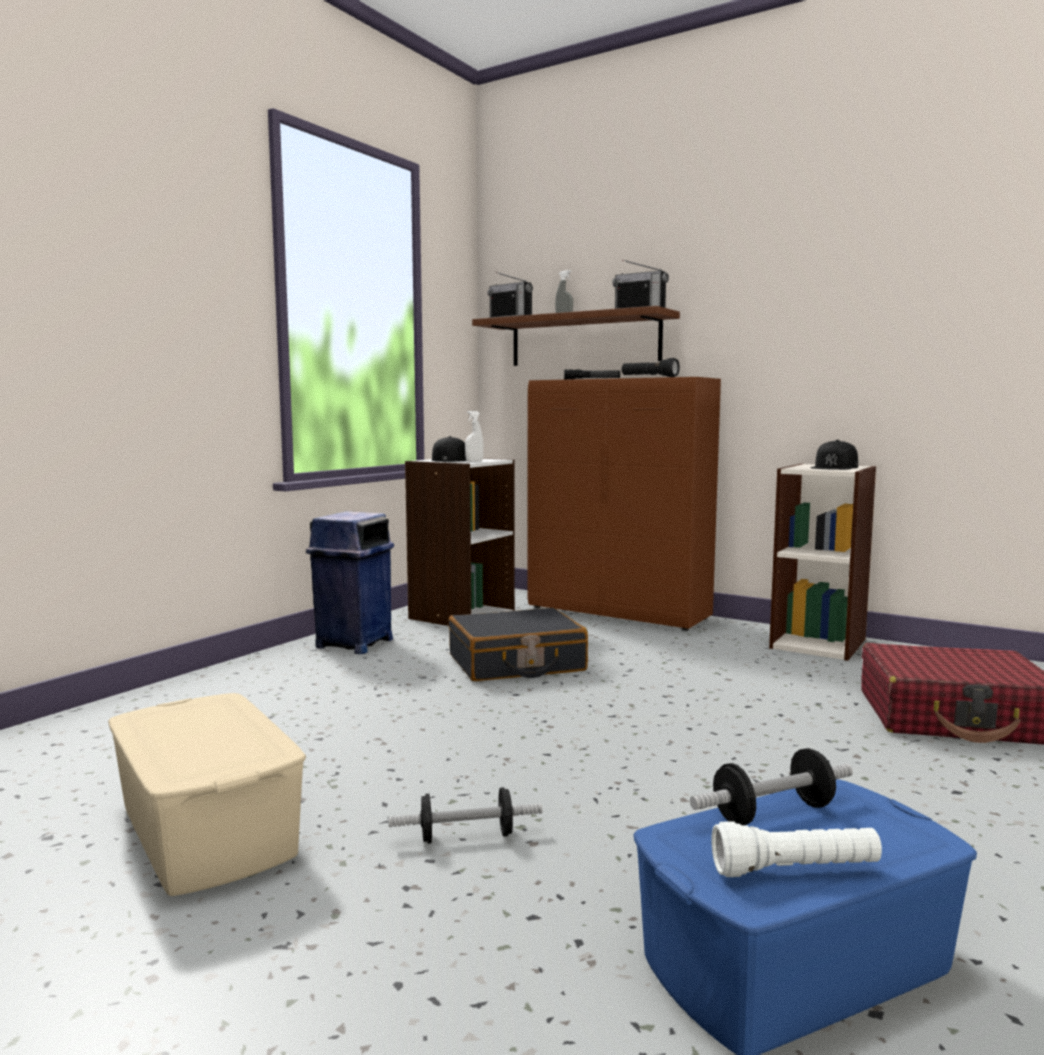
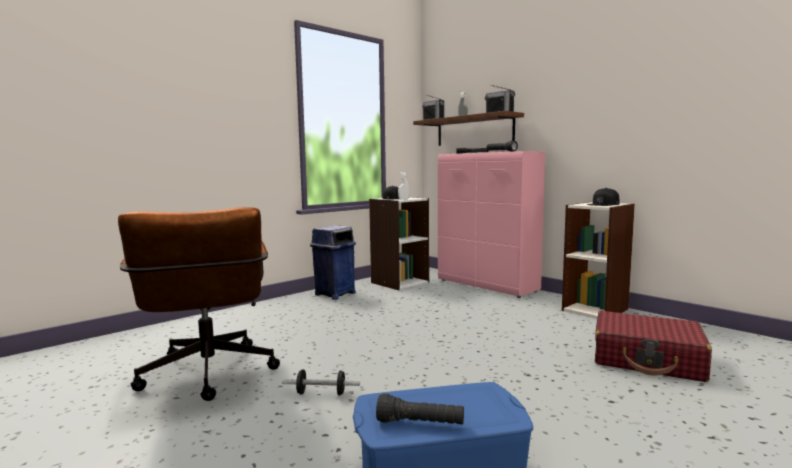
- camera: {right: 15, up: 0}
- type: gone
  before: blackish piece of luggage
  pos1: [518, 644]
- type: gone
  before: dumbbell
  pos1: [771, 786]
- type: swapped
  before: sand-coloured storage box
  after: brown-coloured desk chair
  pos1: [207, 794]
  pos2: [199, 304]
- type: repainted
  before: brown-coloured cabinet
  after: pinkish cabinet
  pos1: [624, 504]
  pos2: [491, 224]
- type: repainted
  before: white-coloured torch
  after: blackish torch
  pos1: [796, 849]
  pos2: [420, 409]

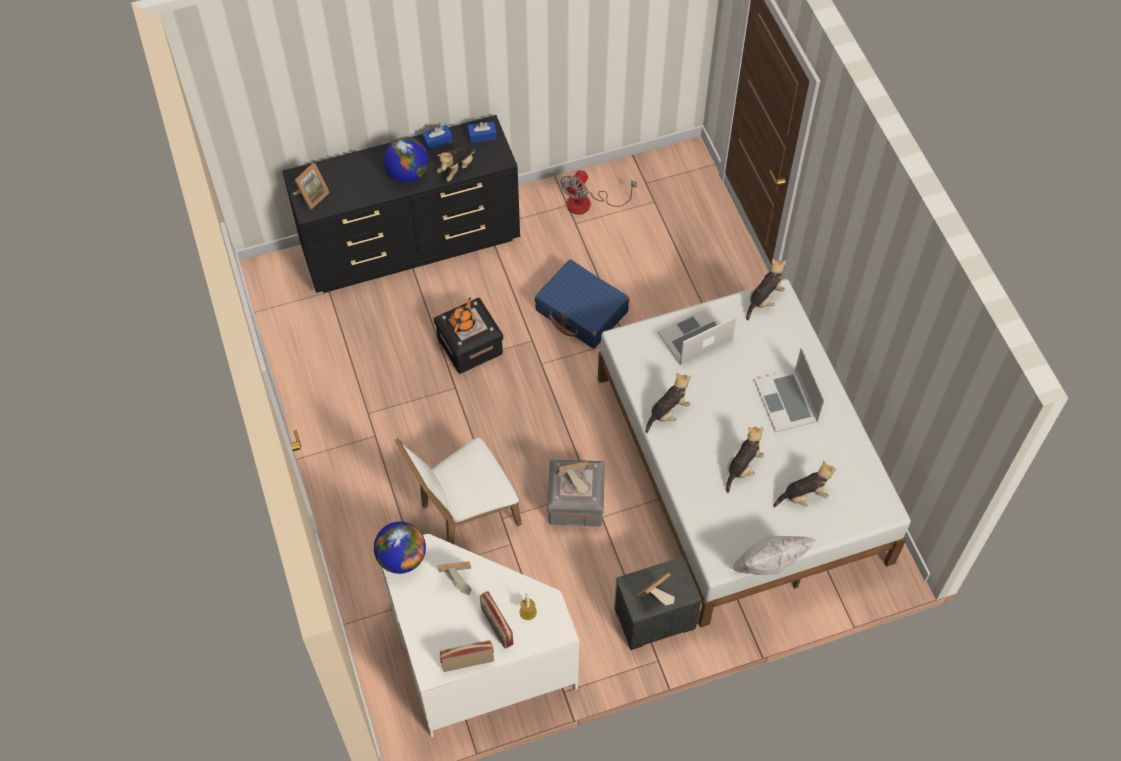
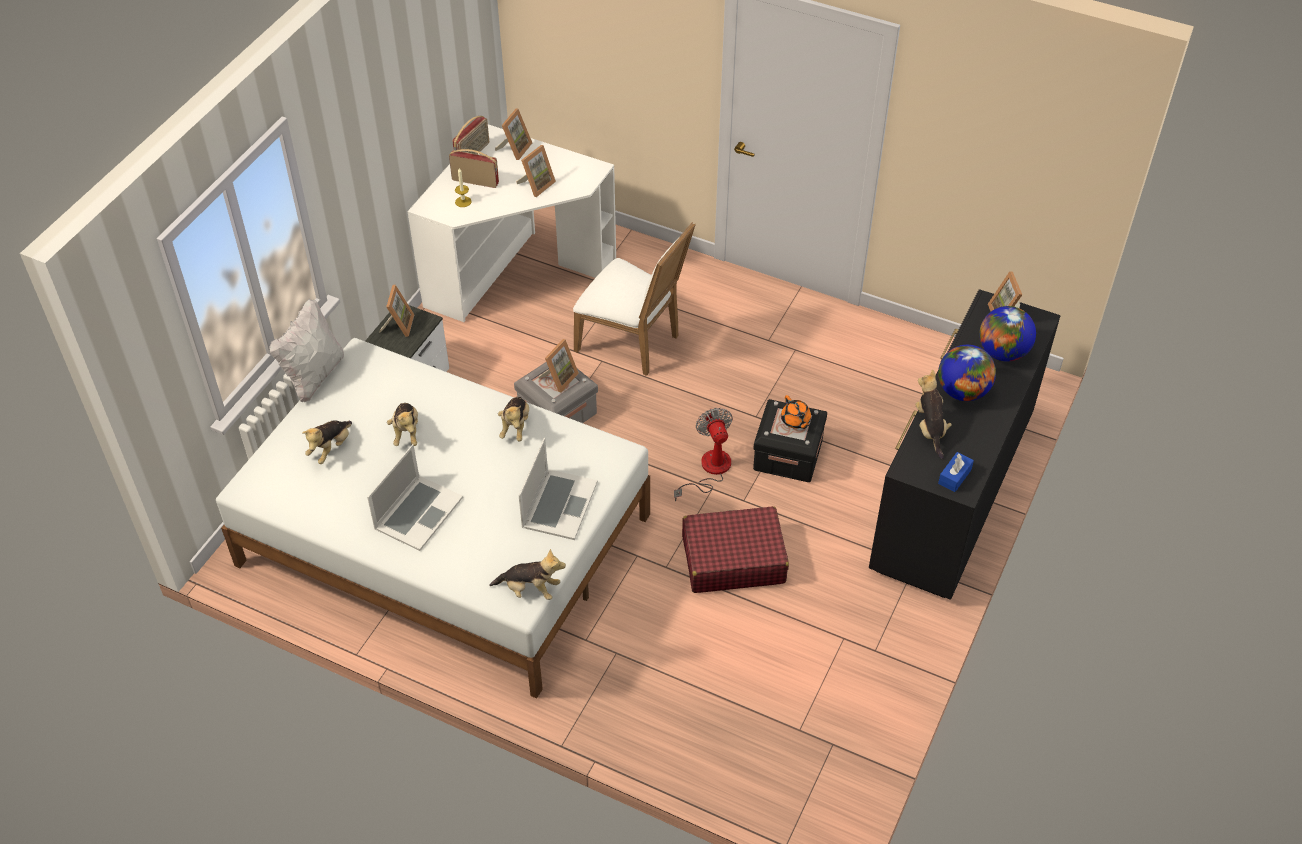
- camera: {right: 135, up: -10}
- type: gone
  before: blue-coloured tissue box
  pos1: [437, 137]
- type: new
  after: standing frame
  pos2: [513, 134]
- type: shifted
  before: globe
  pos1: [400, 548]
  pos2: [1007, 334]
- type: shifted
  before: fan
  pos1: [599, 192]
  pos2: [703, 454]
- type: repainted
  before: blue-coloured piece of luggage
  after: red-coloured piece of luggage
  pos1: [582, 304]
  pos2: [735, 549]
- type: rotated
  before: white-coloured chair
  pos1: [458, 490]
  pos2: [634, 299]
  turn: 105
- type: rotated
  before: soft toy
  pos1: [766, 289]
  pos2: [527, 574]
  turn: -75
- type: rotated
  before: notebook computer
  pos1: [789, 390]
  pos2: [415, 497]
  turn: 90

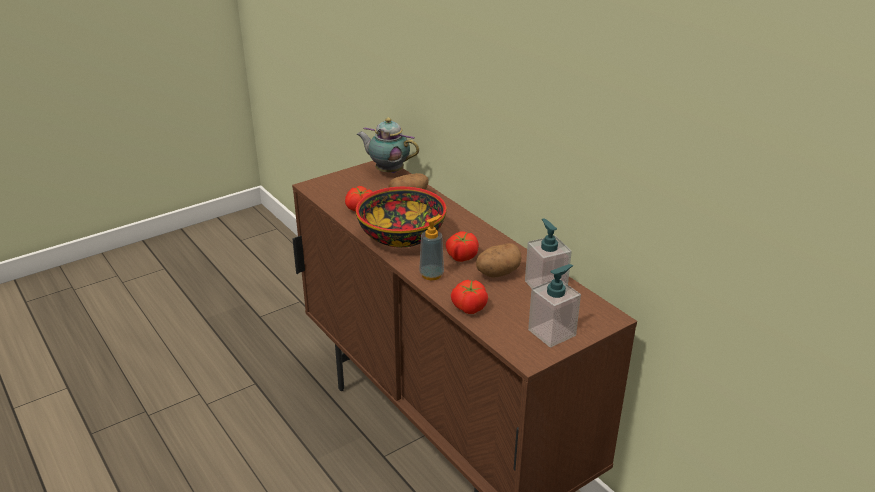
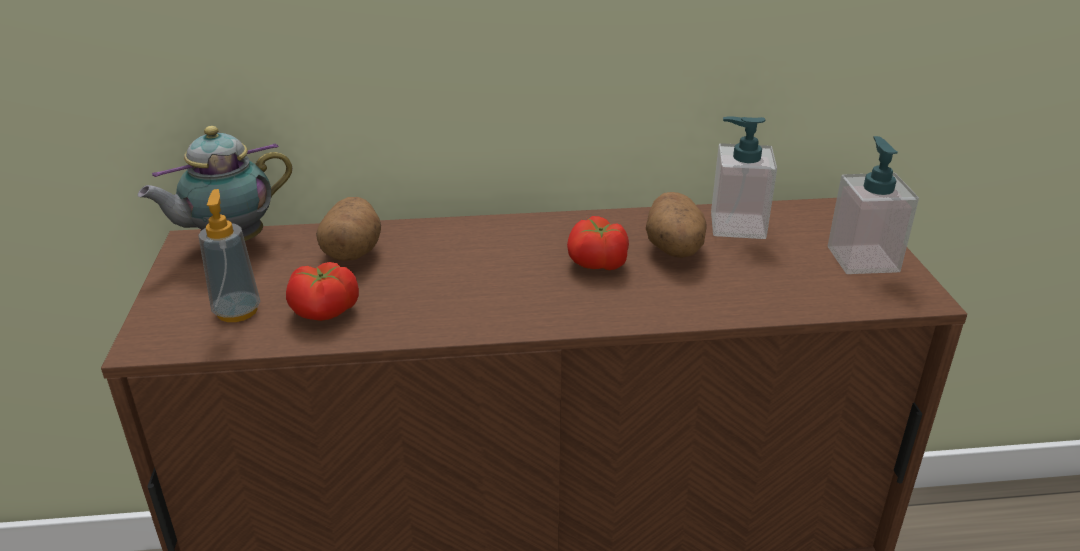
- camera: {right: -60, up: 0}
- type: gone
  before: serving bowl
  pos1: [401, 217]
- type: gone
  before: whole tomato
  pos1: [469, 297]
- type: shifted
  before: soap bottle
  pos1: [431, 247]
  pos2: [229, 255]

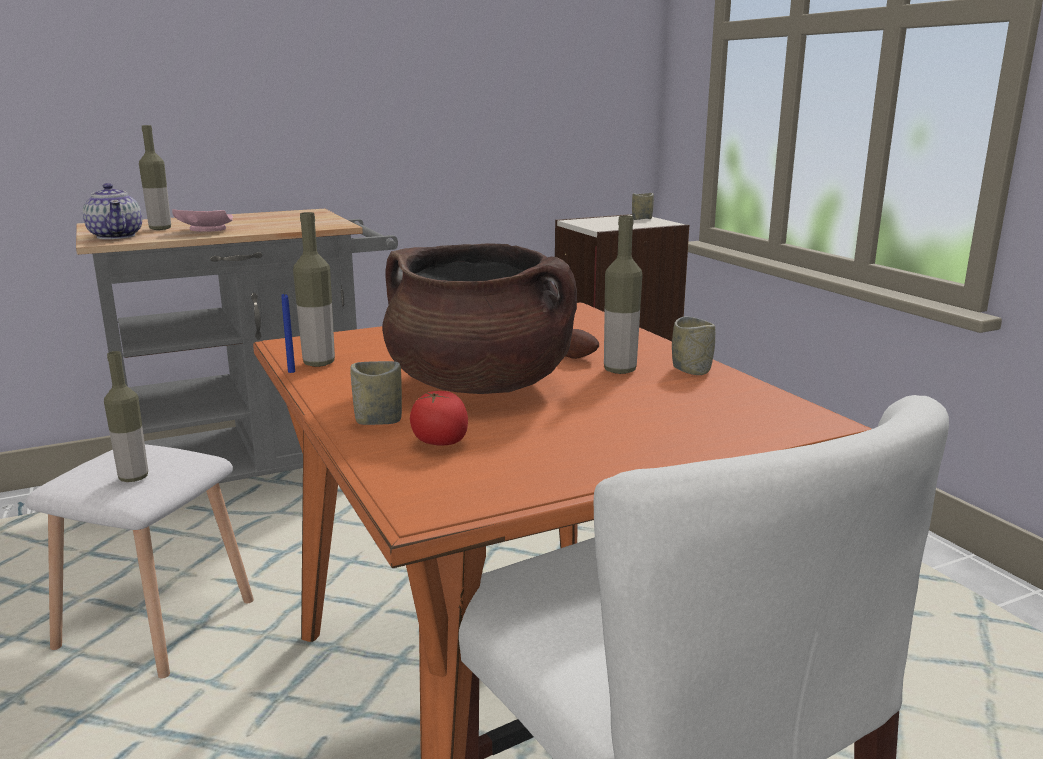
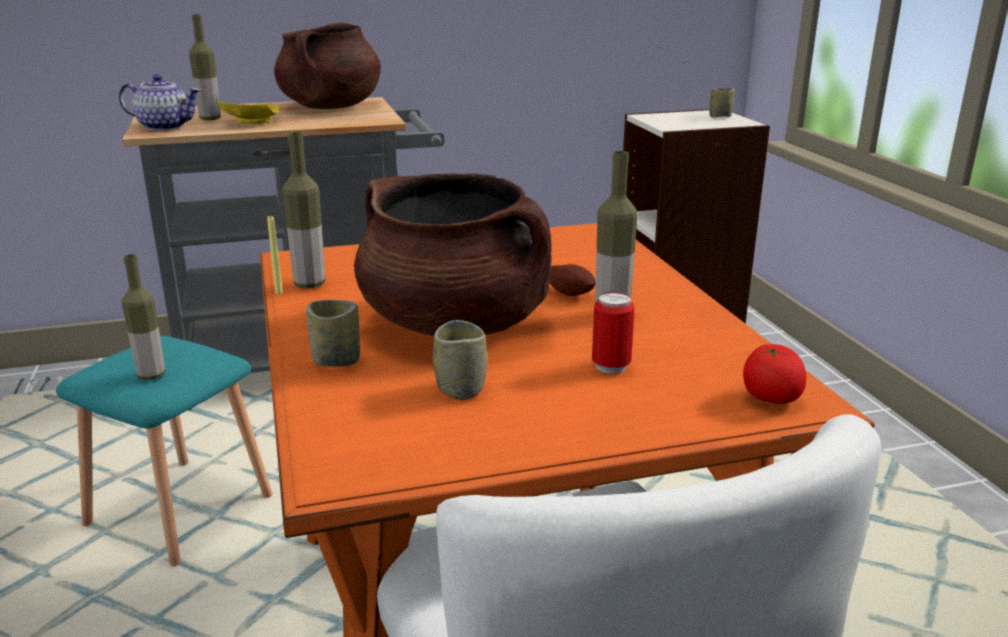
- camera: {right: 10, up: 5}
- type: new
  after: brown-coloured cooking pot
  pos2: [327, 65]
- type: new
  after: metal can
  pos2: [613, 333]
- type: shifted
  before: whole tomato
  pos1: [439, 418]
  pos2: [774, 374]
- type: shifted
  before: drinking cup
  pos1: [693, 346]
  pos2: [460, 360]
- type: repainted
  before: white-coloured stool seat
  after: turquoise stool seat
  pos1: [140, 561]
  pos2: [164, 451]
- type: repainted
  before: pinkish dinner plate
  after: yellow-coloured dinner plate
  pos1: [202, 220]
  pos2: [249, 112]
- type: repainted
  before: blue-coloured wax light
  after: yellow-coloured wax light
  pos1: [288, 333]
  pos2: [275, 254]
- type: rotated
  before: teapot
  pos1: [112, 211]
  pos2: [159, 102]
  turn: -60

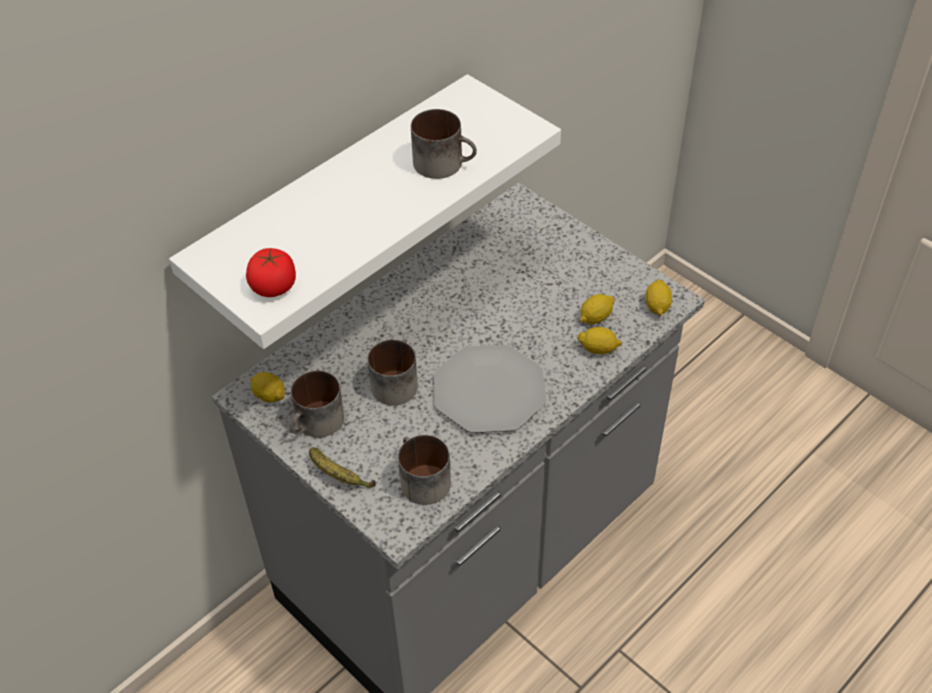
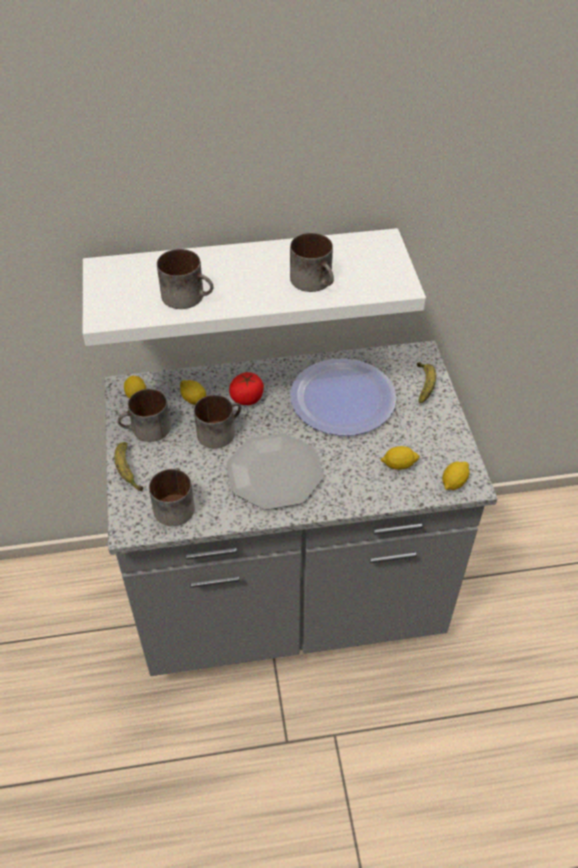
- camera: {right: 35, up: 0}
- type: new
  after: coffee mug
  pos2: [185, 279]
- type: new
  after: dinner plate
  pos2: [343, 397]
- type: new
  after: banana fruit
  pos2: [426, 382]
- type: shifted
  before: whole tomato
  pos1: [271, 272]
  pos2: [246, 388]
- type: shifted
  before: whole lemon
  pos1: [599, 340]
  pos2: [193, 392]

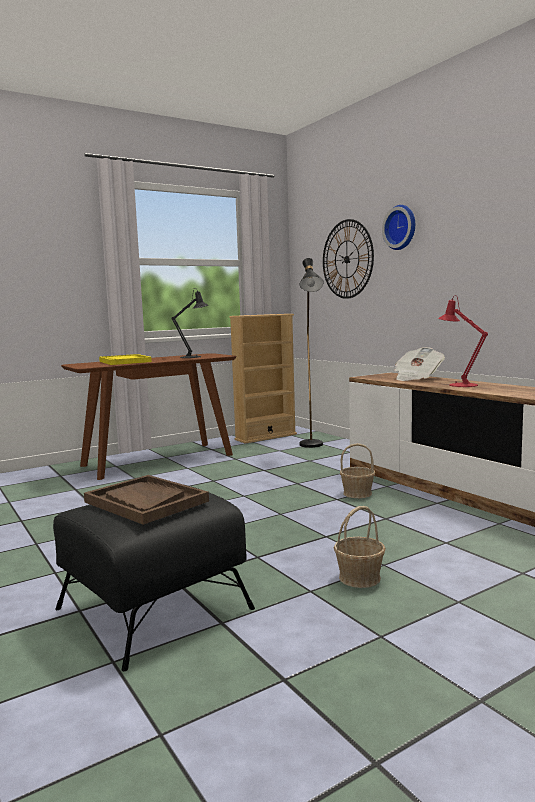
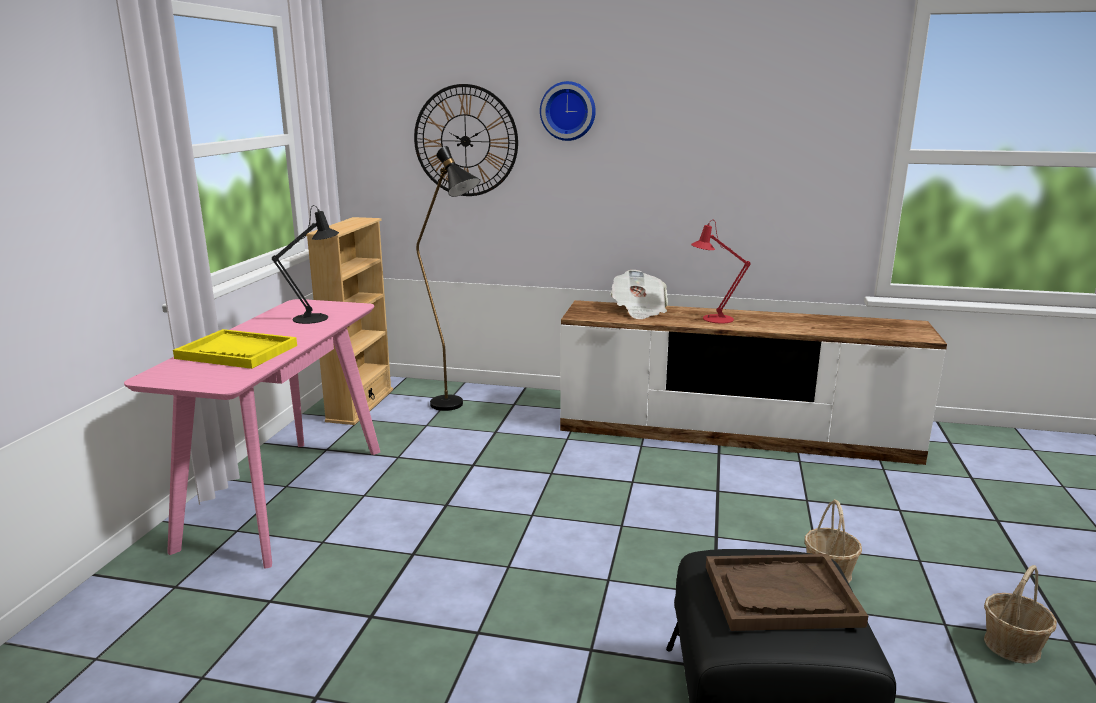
- camera: {right: -45, up: 10}
- type: shifted
  before: household basket
  pos1: [357, 470]
  pos2: [1020, 614]
- type: repainted
  before: brown-coloured console table
  after: pinkish console table
  pos1: [149, 416]
  pos2: [252, 433]

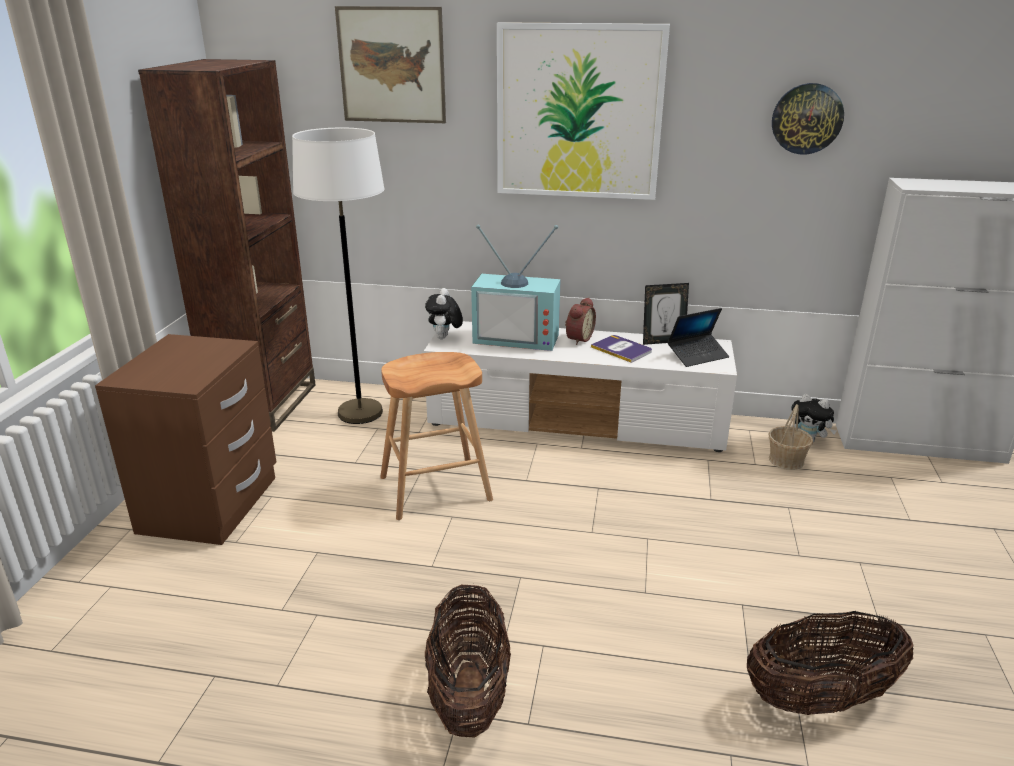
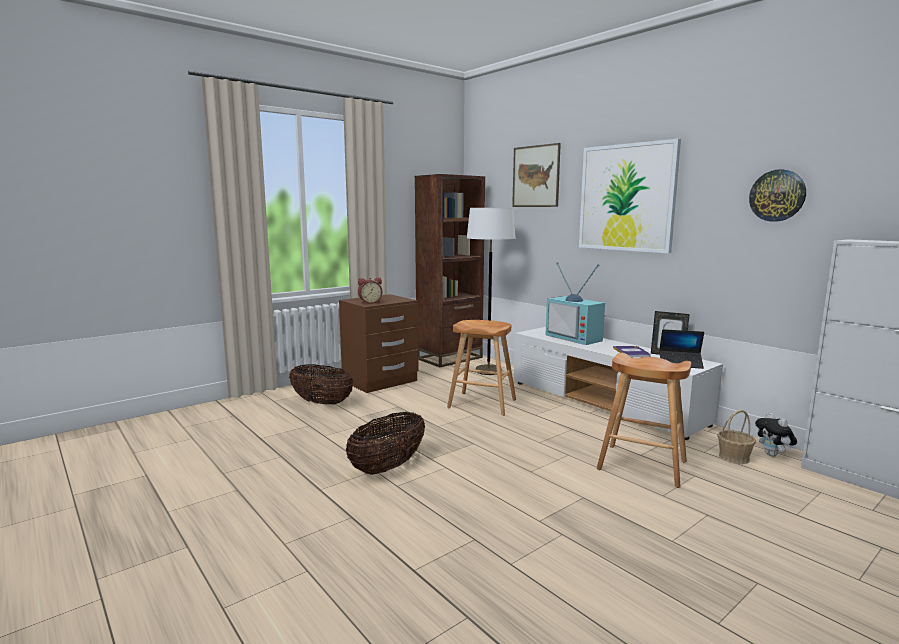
- camera: {right: 40, up: -15}
- type: gone
  before: soft toy
  pos1: [444, 313]
- type: new
  after: brown-coloured stool seat
  pos2: [644, 420]
- type: shifted
  before: alarm clock
  pos1: [580, 321]
  pos2: [370, 291]
- type: shifted
  before: household basket
  pos1: [830, 663]
  pos2: [321, 384]

